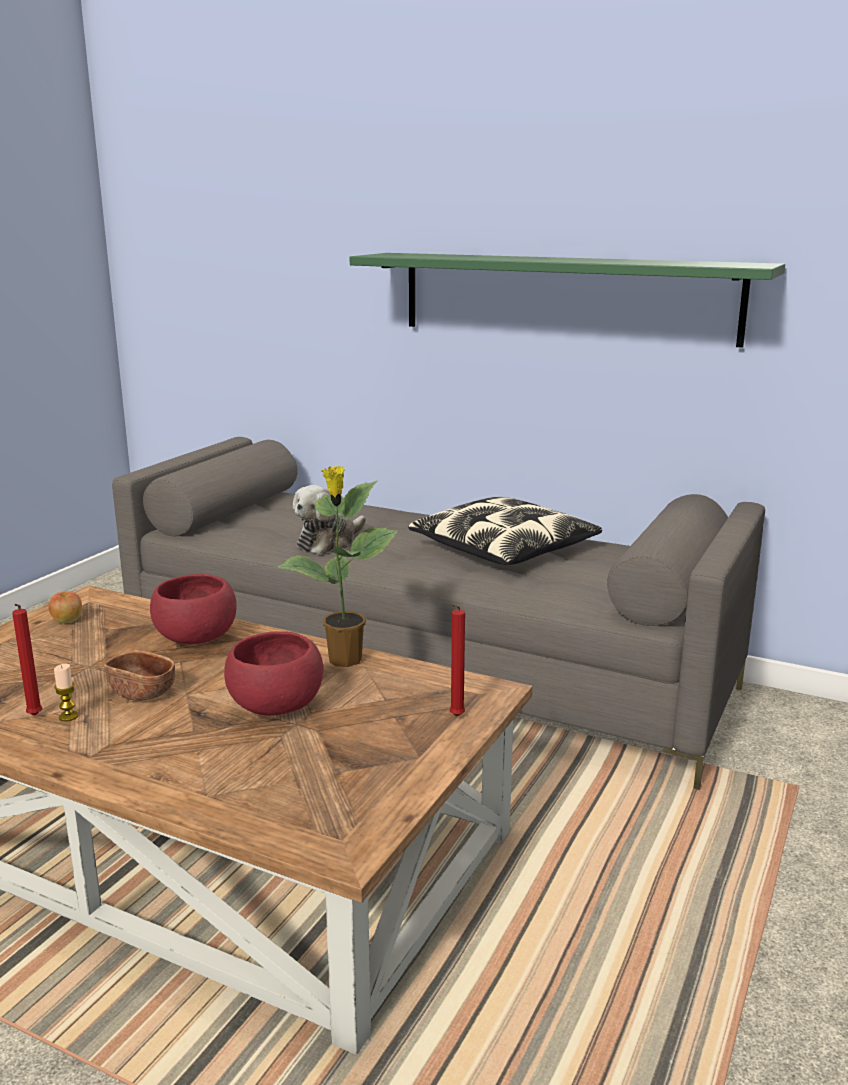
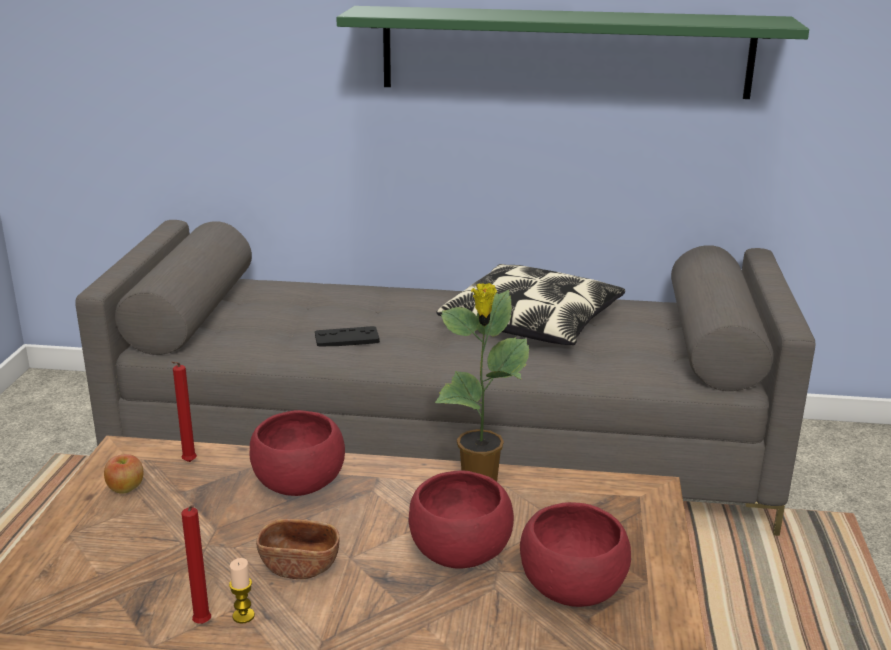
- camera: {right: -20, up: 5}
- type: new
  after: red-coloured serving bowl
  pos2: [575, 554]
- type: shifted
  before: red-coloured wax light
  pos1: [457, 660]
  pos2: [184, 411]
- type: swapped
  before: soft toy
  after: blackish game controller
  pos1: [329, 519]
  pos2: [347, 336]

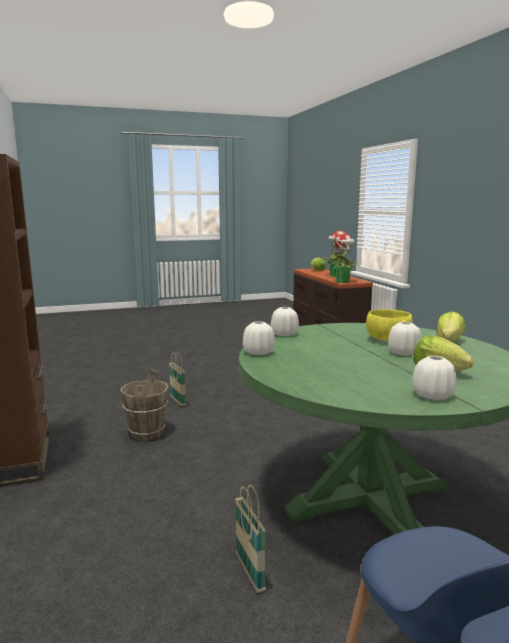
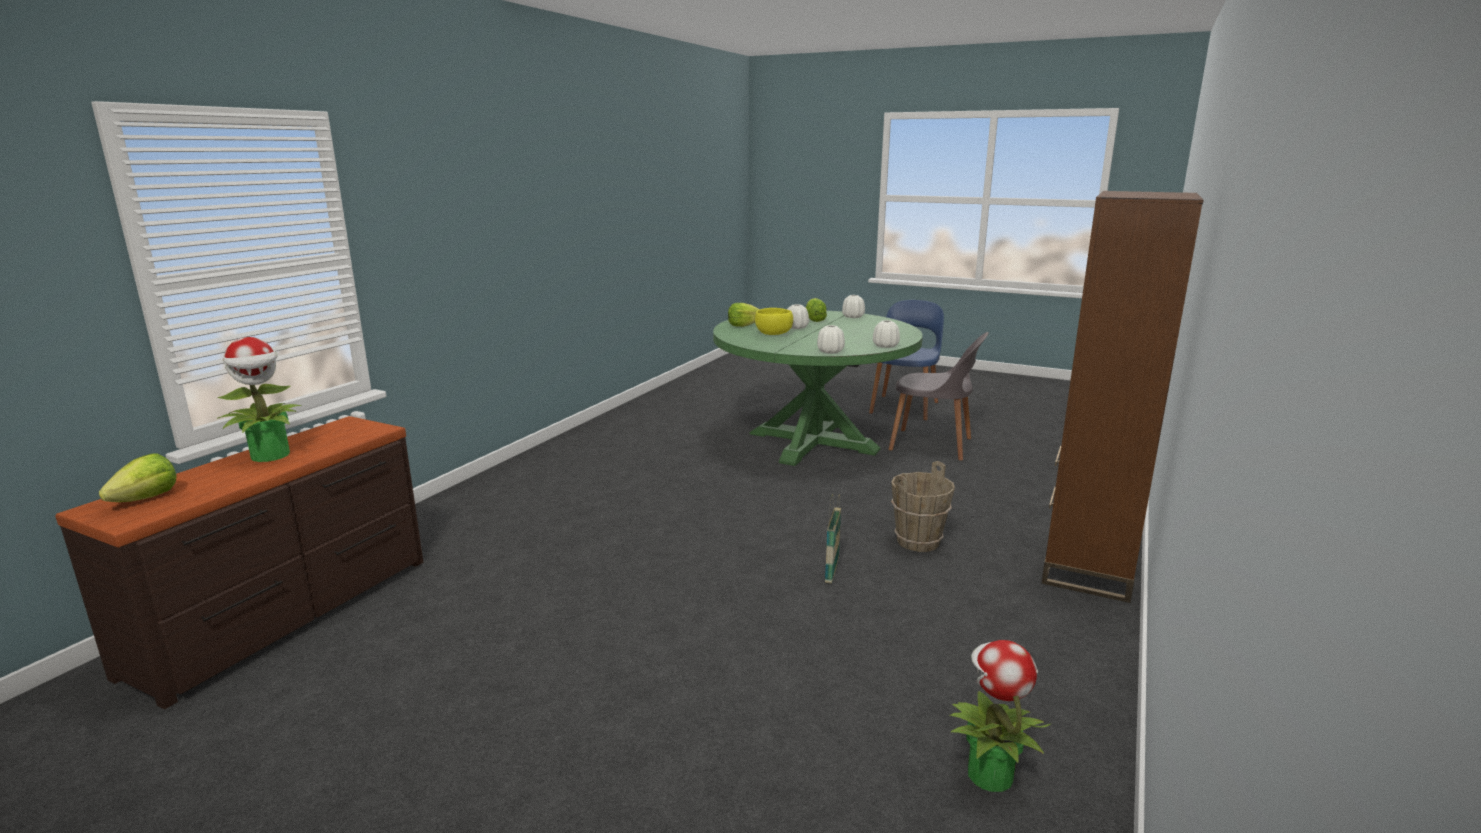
- camera: {right: -135, up: 5}
- type: shifted
  before: houseplant
  pos1: [344, 258]
  pos2: [999, 716]
- type: swapped
  before: household basket
  after: greyish chair
  pos1: [250, 538]
  pos2: [938, 396]

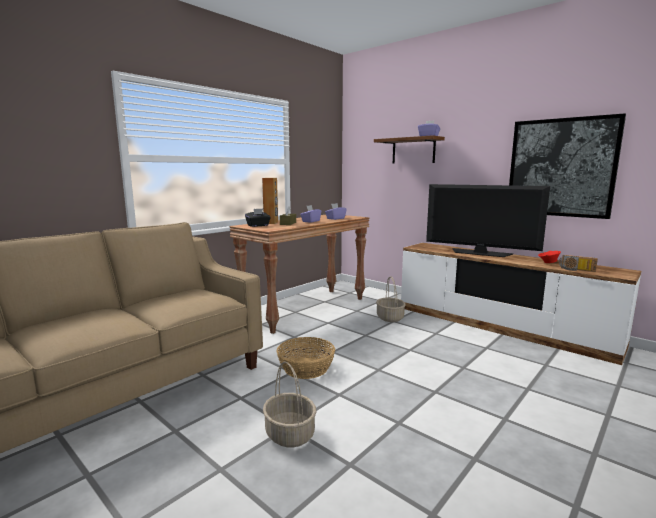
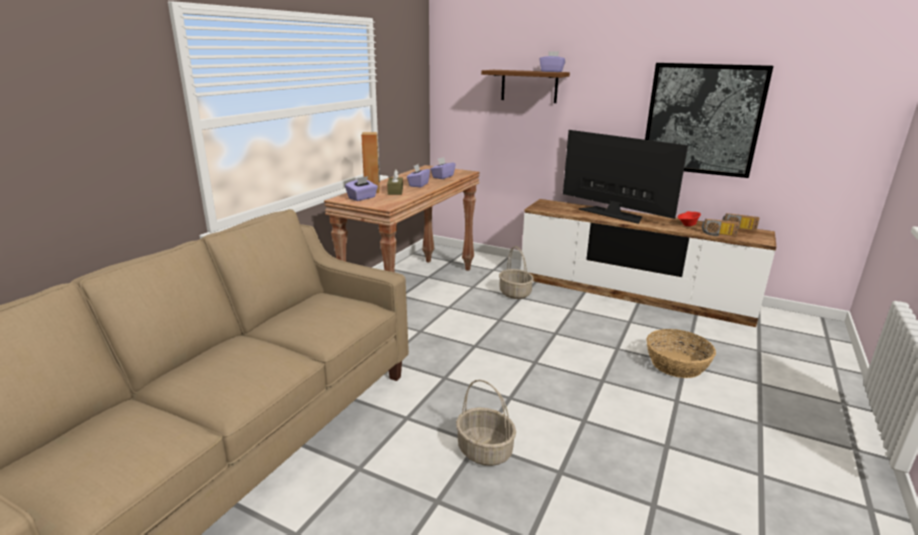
- camera: {right: -15, up: 10}
- type: new
  after: radio set
  pos2: [740, 222]
- type: shifted
  before: household basket
  pos1: [306, 358]
  pos2: [681, 353]
- type: repainted
  before: blackish tissue box
  after: purple-coloured tissue box
  pos1: [258, 217]
  pos2: [361, 188]
- type: rotated
  before: TV
  pos1: [488, 220]
  pos2: [625, 177]
  turn: -150

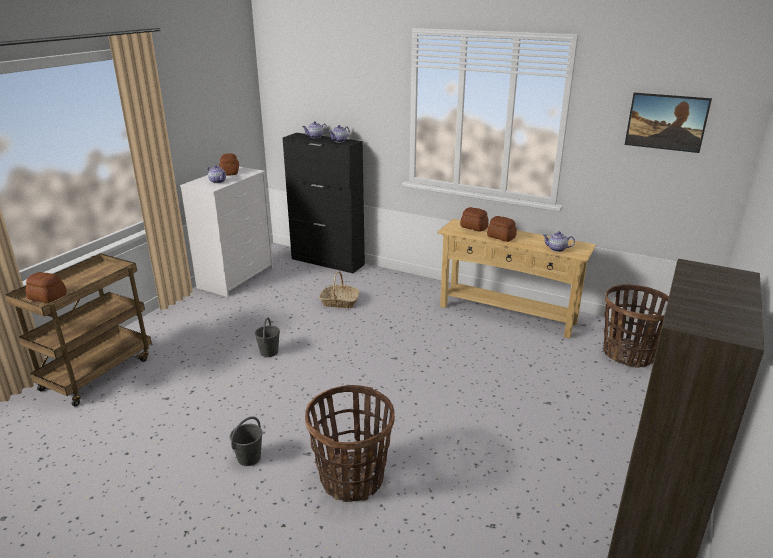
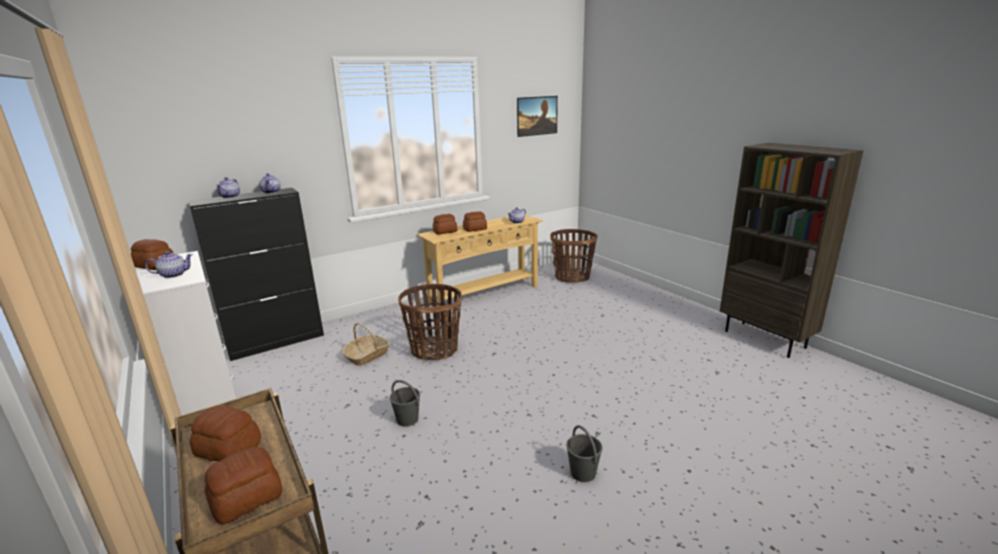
- camera: {right: -60, up: -5}
- type: new
  after: baked bread
  pos2: [225, 434]
- type: shifted
  before: household basket
  pos1: [350, 443]
  pos2: [430, 322]

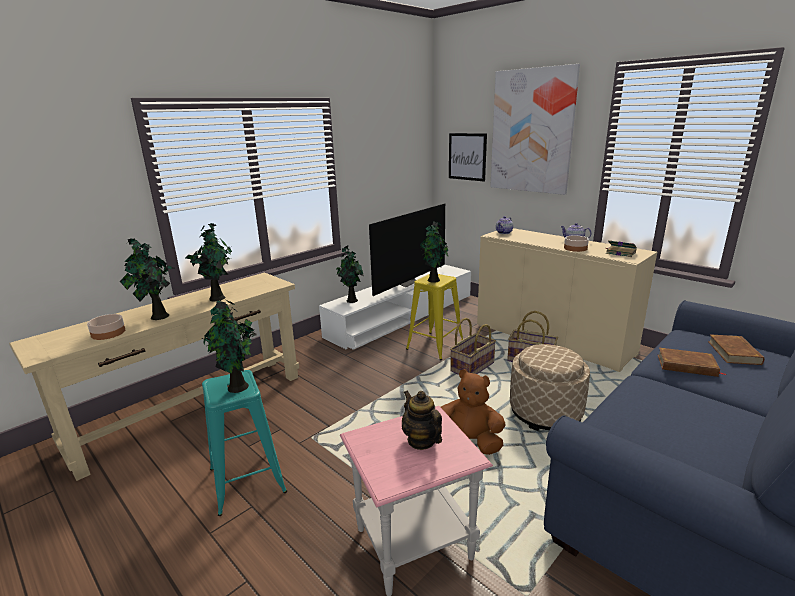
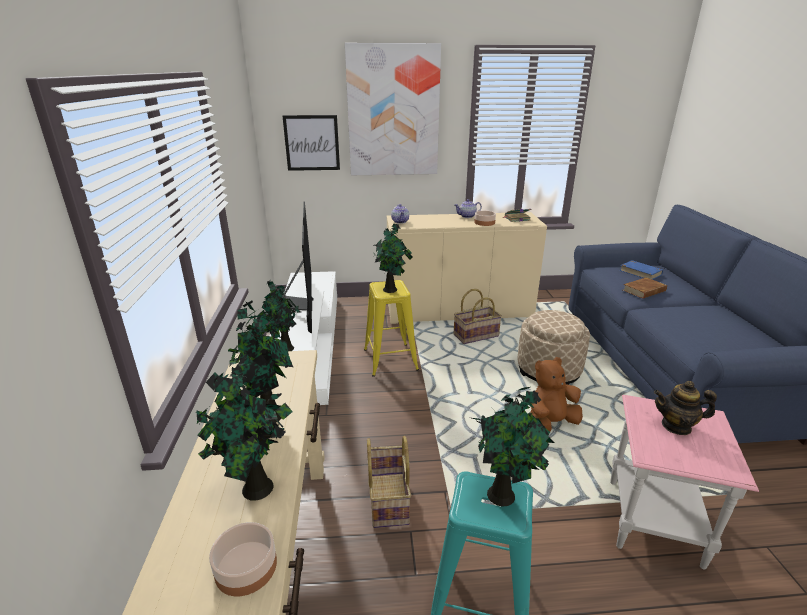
- camera: {right: -50, up: 5}
- type: shifted
  before: household basket
  pos1: [473, 346]
  pos2: [389, 482]
- type: repainted
  before: brown-coloured book
  after: blue-coloured book
  pos1: [736, 349]
  pos2: [641, 270]

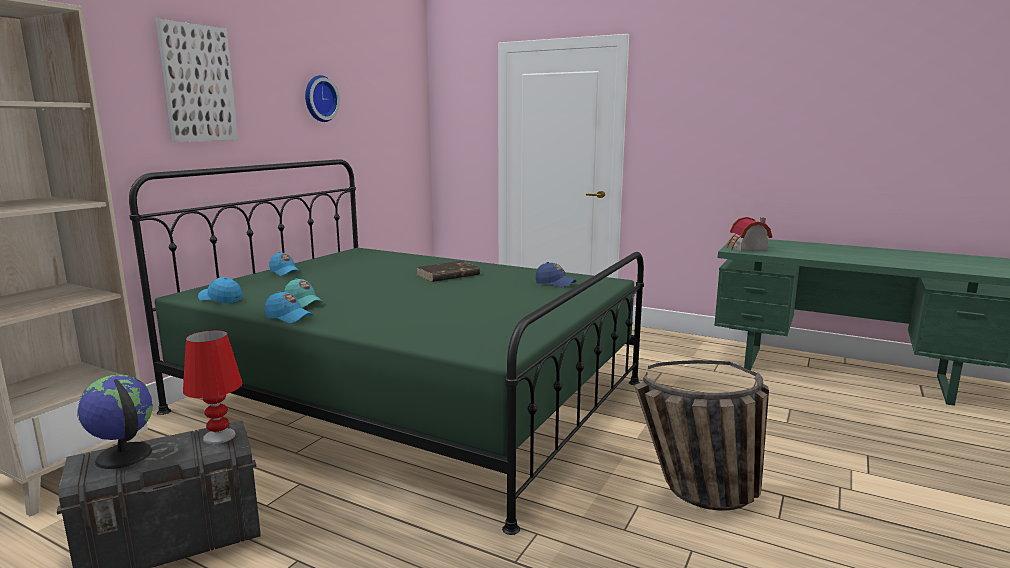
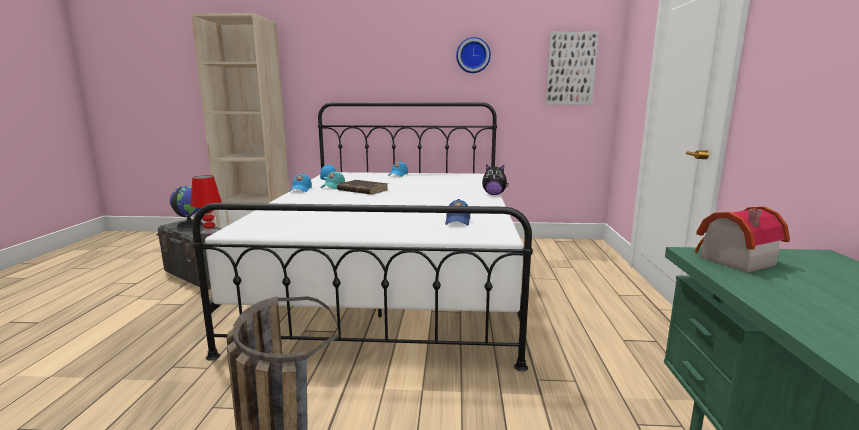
- camera: {right: 65, up: 0}
- type: new
  after: soft toy
  pos2: [495, 179]
- type: shifted
  before: picture
  pos1: [196, 80]
  pos2: [572, 68]
- type: shifted
  before: brown-coloured book
  pos1: [448, 271]
  pos2: [362, 187]
- type: repainted
  before: green sleeping bed
  after: white-coloured sleeping bed
  pos1: [386, 347]
  pos2: [362, 236]

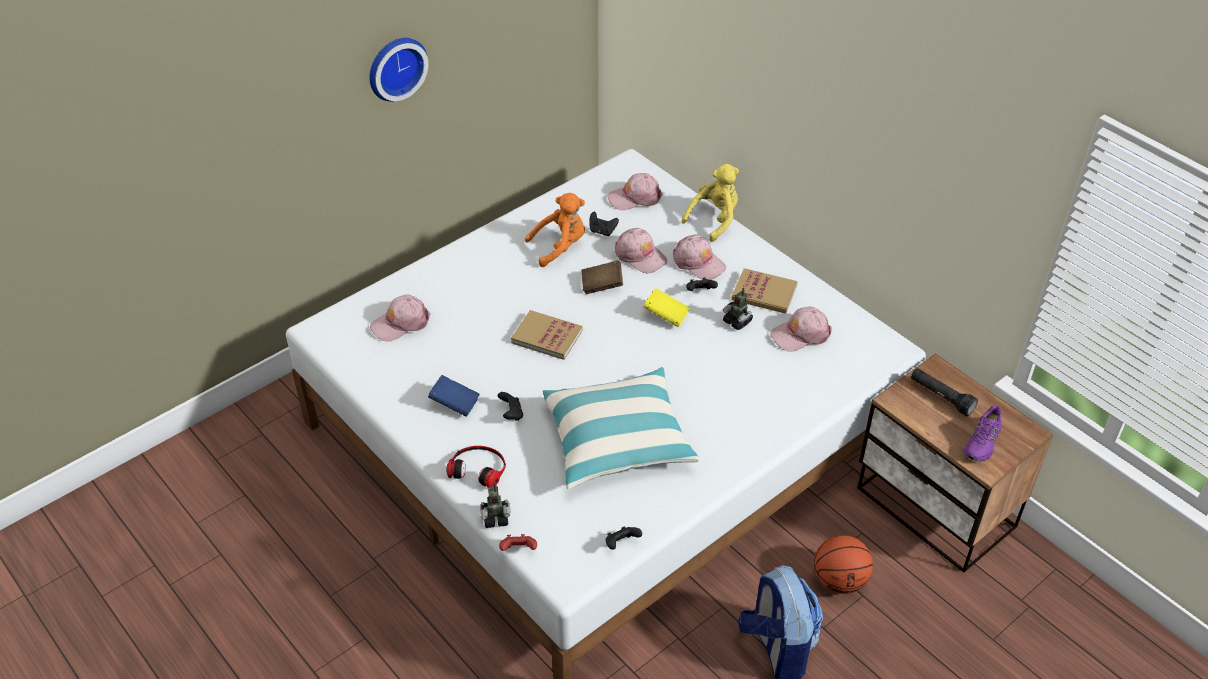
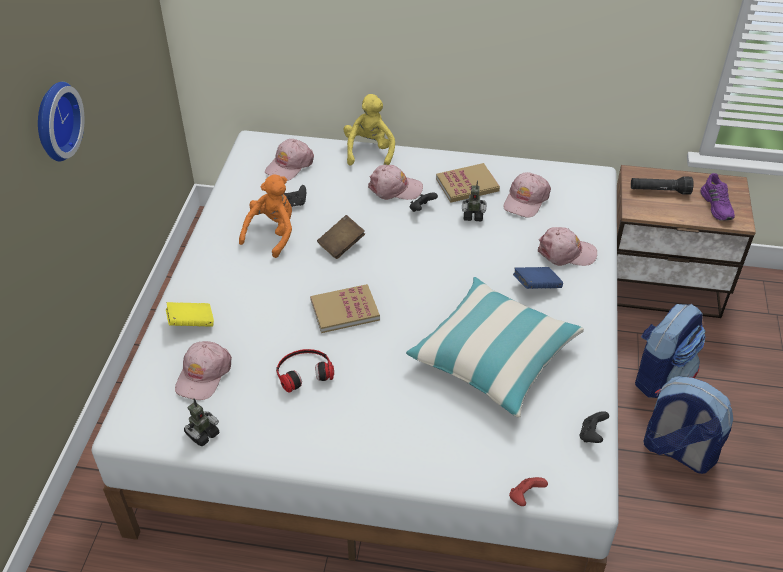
- camera: {right: -40, up: 0}
- type: gone
  before: blackish game controller
  pos1: [510, 406]
- type: shifted
  before: blue-coloured book
  pos1: [454, 396]
  pos2: [538, 278]
- type: shifted
  before: headphones
  pos1: [476, 466]
  pos2: [305, 371]
- type: shifted
  before: model robot
  pos1: [495, 505]
  pos2: [201, 422]
- type: shifted
  before: pinkish baseball cap
  pos1: [641, 251]
  pos2: [567, 246]
- type: shifted
  before: yellow-coloured book
  pos1: [666, 307]
  pos2: [190, 314]
- type: swapped
  before: basketball
  after: knapsack
  pos1: [843, 564]
  pos2: [670, 351]

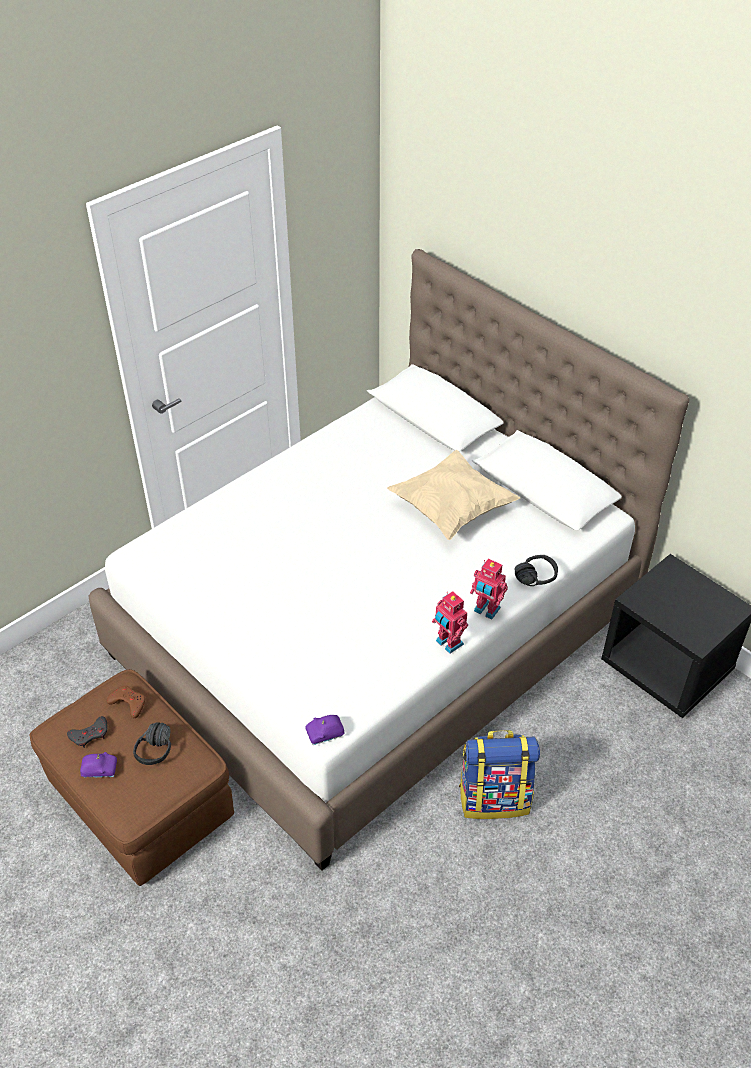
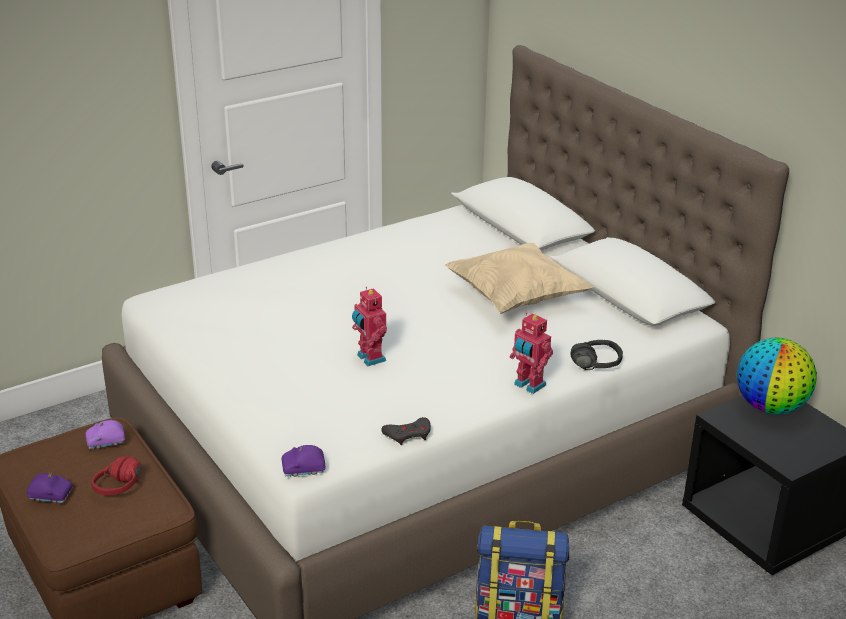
- camera: {right: 10, up: -15}
- type: new
  after: globe
  pos2: [777, 376]
- type: shifted
  before: greyish game controller
  pos1: [87, 732]
  pos2: [406, 431]
- type: shifted
  before: model robot
  pos1: [450, 622]
  pos2: [369, 326]
- type: swapped
  before: brown-coloured game controller
  after: purple-coloured model car
  pos1: [126, 702]
  pos2: [105, 434]
- type: repainted
  before: blackish headphones
  after: red-coloured headphones
  pos1: [152, 744]
  pos2: [116, 475]

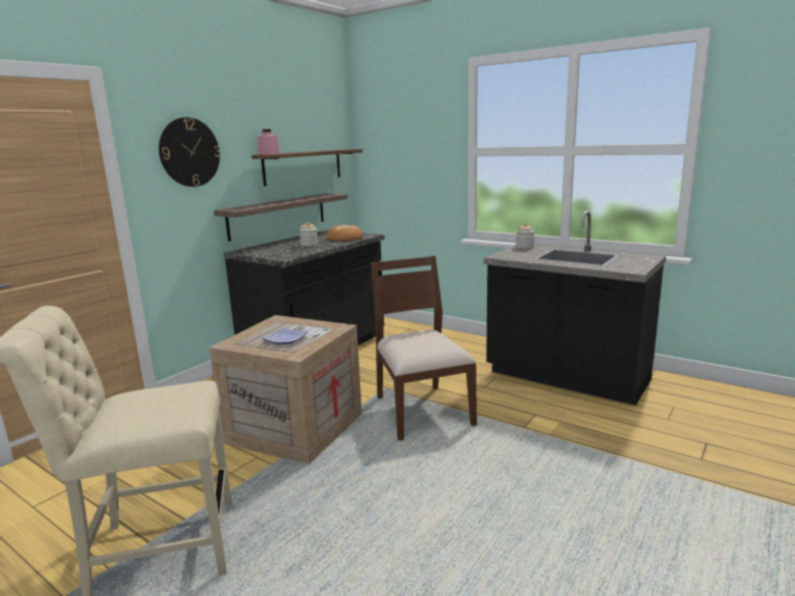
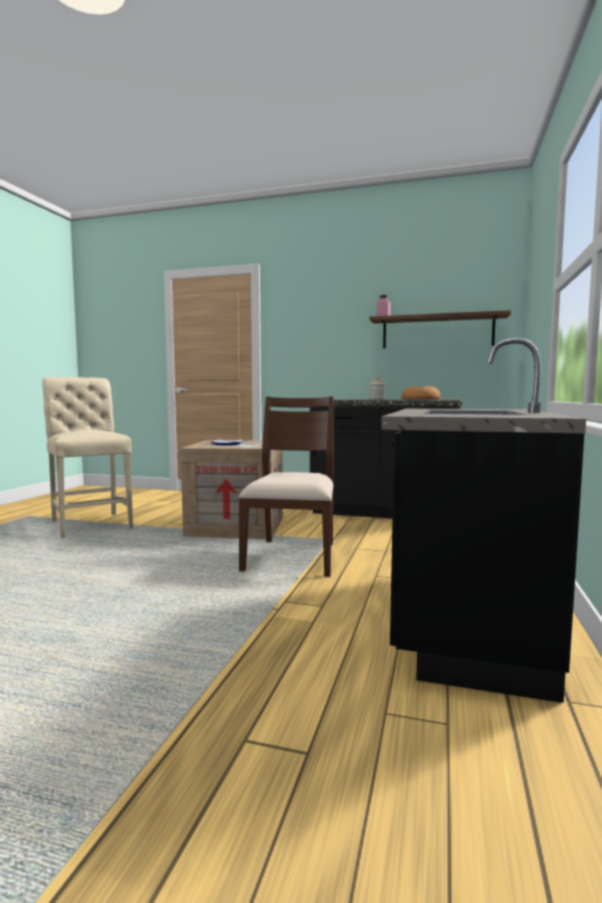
- camera: {right: 70, up: -10}
- type: gone
  before: clock on the wall
  pos1: [190, 152]
- type: gone
  before: shelf
  pos1: [281, 217]
- type: gone
  before: preserve jar
  pos1: [525, 236]
- type: rotated
  before: brown-coloured chair
  pos1: [424, 348]
  pos2: [286, 486]
  turn: -45

